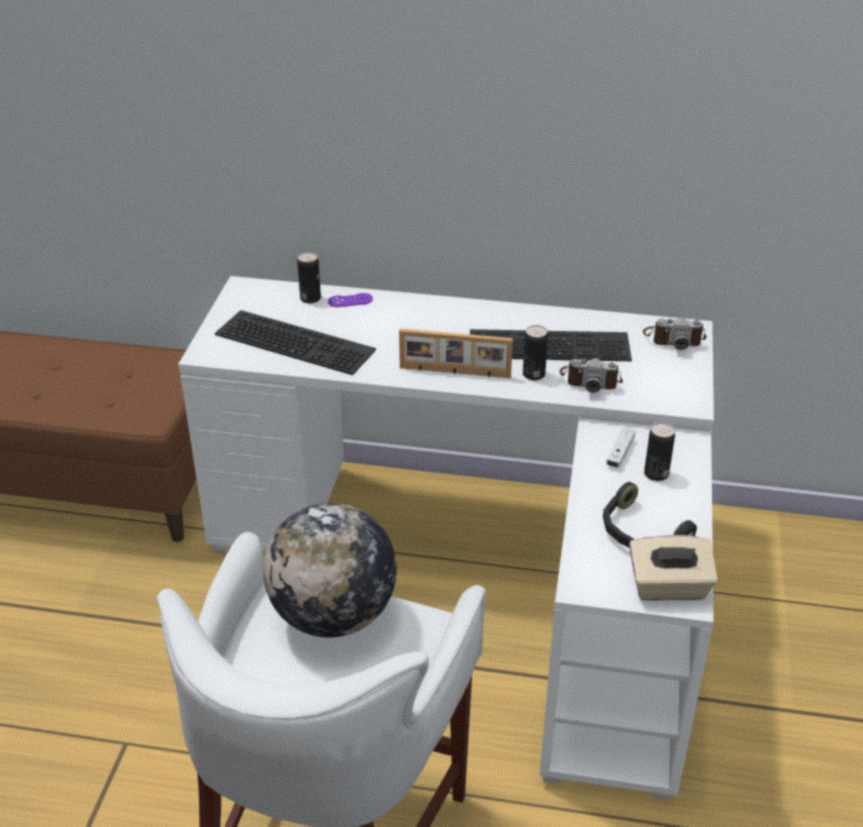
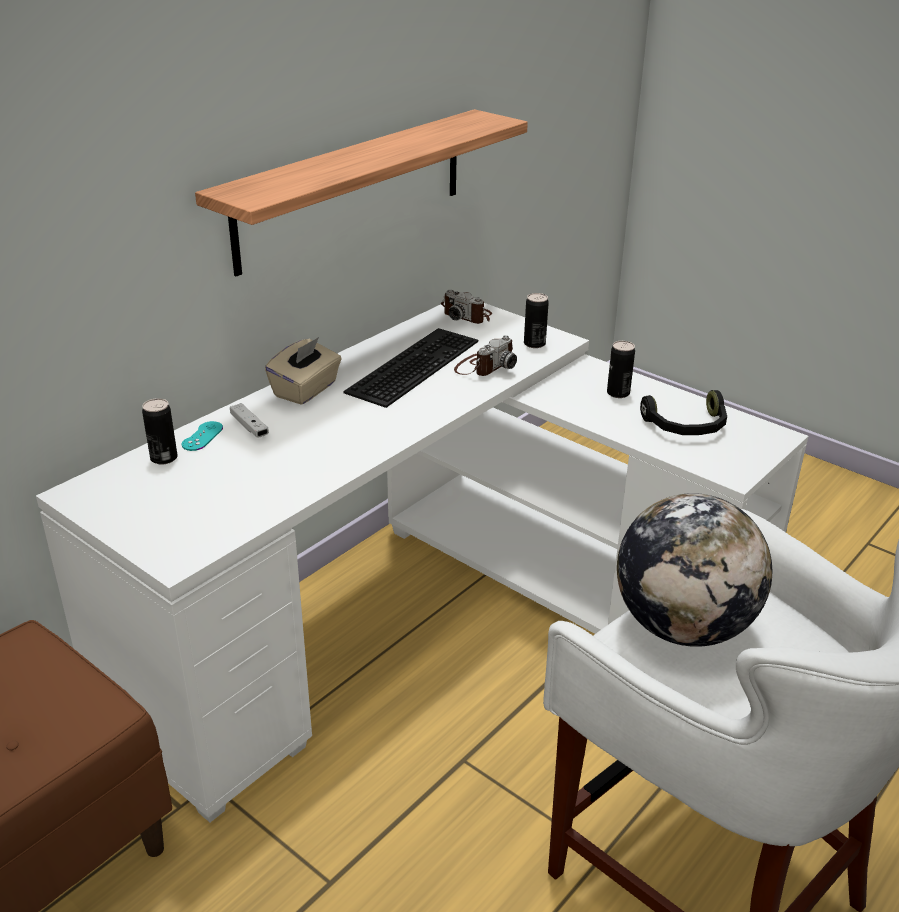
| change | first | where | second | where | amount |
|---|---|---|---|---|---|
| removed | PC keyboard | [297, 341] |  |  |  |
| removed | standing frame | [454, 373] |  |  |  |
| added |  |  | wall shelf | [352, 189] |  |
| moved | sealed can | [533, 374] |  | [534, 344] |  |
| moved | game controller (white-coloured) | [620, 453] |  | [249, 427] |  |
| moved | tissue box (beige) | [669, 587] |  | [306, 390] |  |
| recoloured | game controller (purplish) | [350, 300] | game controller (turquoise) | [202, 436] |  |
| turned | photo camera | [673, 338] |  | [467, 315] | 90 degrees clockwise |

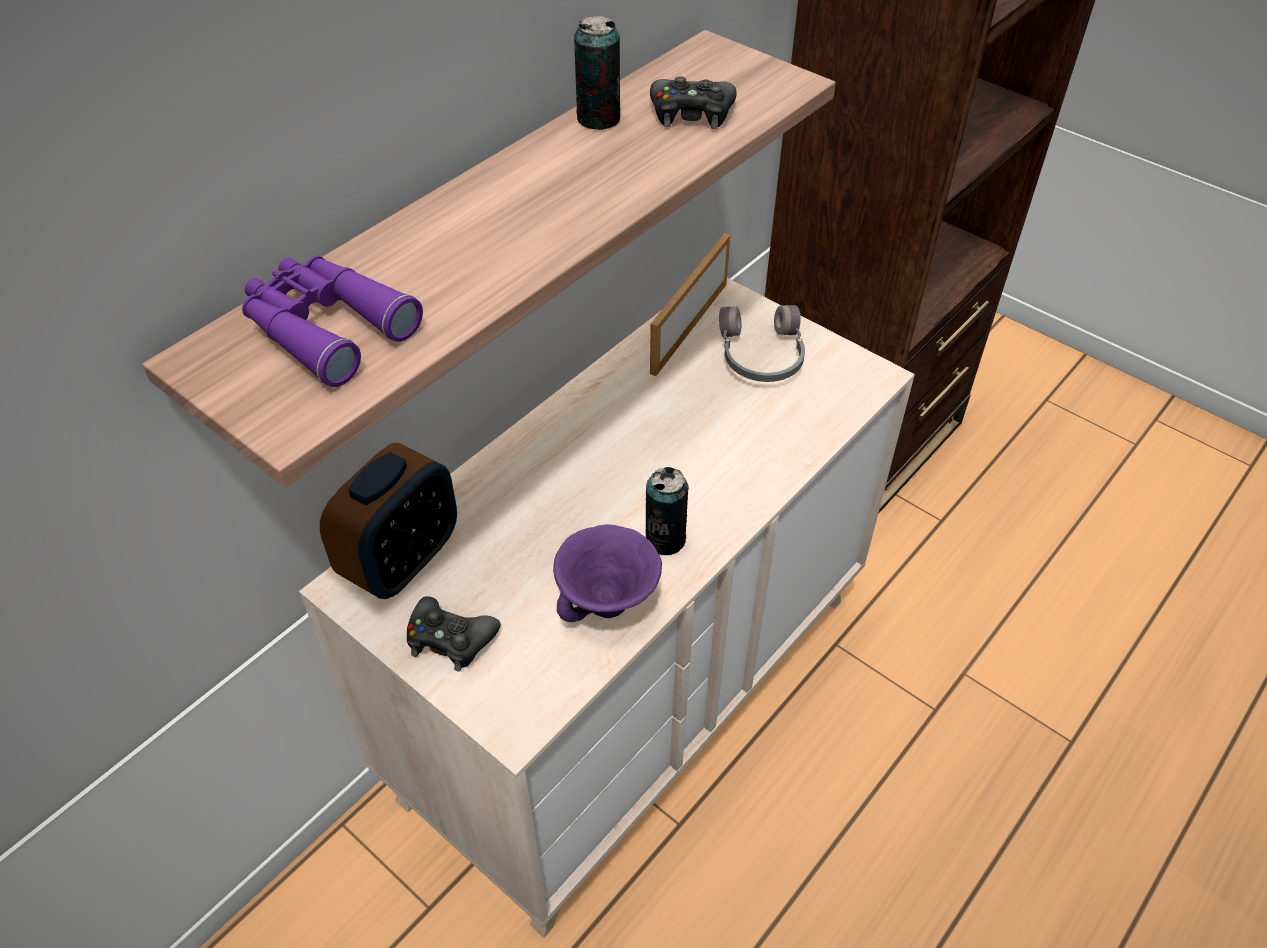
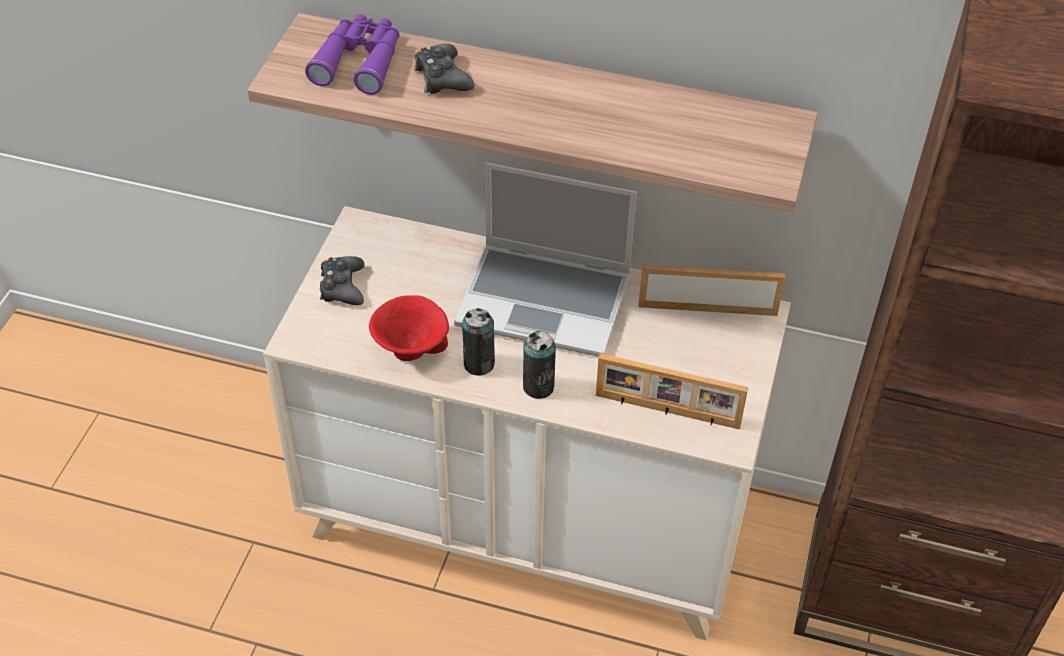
| change | first | where | second | where | amount |
|---|---|---|---|---|---|
| removed | bedside clock | [402, 561] |  |  |  |
| removed | pair of headphones (greyish) | [760, 355] |  |  |  |
| added |  |  | notebook computer | [546, 301] |  |
| added |  |  | standing frame | [667, 412] |  |
| moved | sealed can | [598, 119] |  | [538, 387] |  |
| moved | game controller (blackish) | [691, 113] |  | [442, 77] |  |
| recoloured | deep dish (purplish) | [607, 602] | deep dish (red-coloured) | [409, 352] |  |

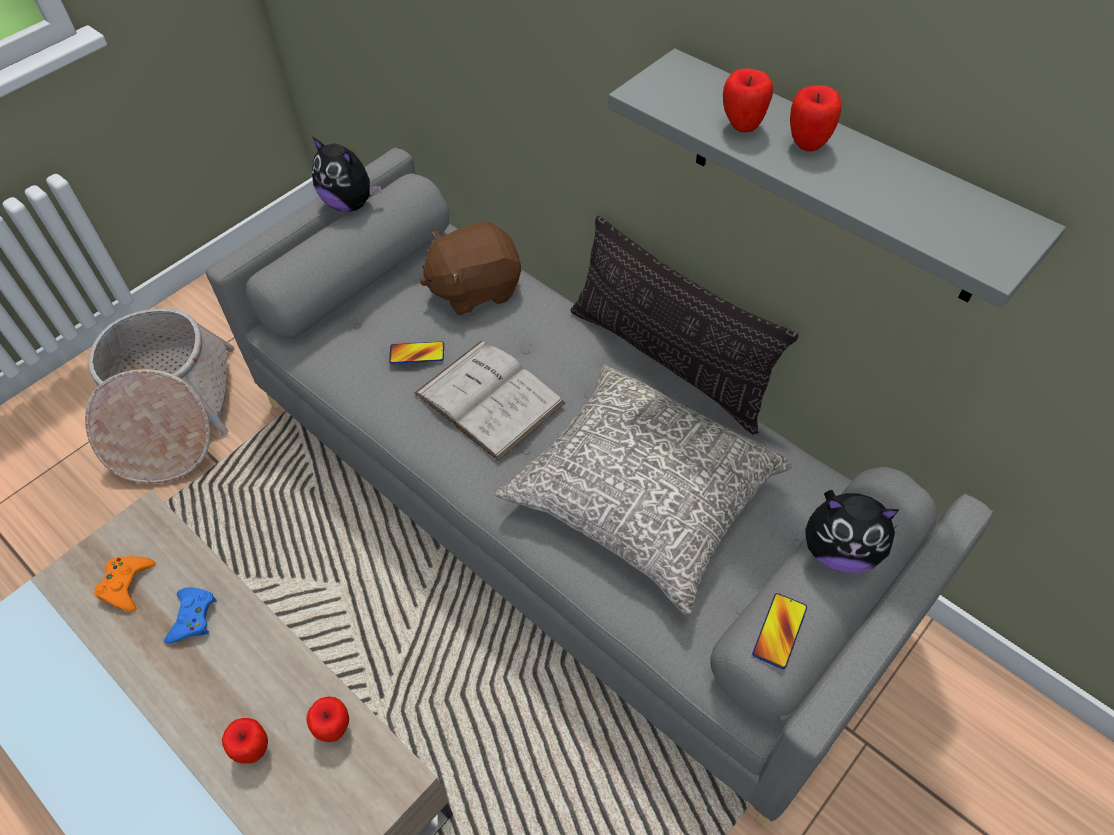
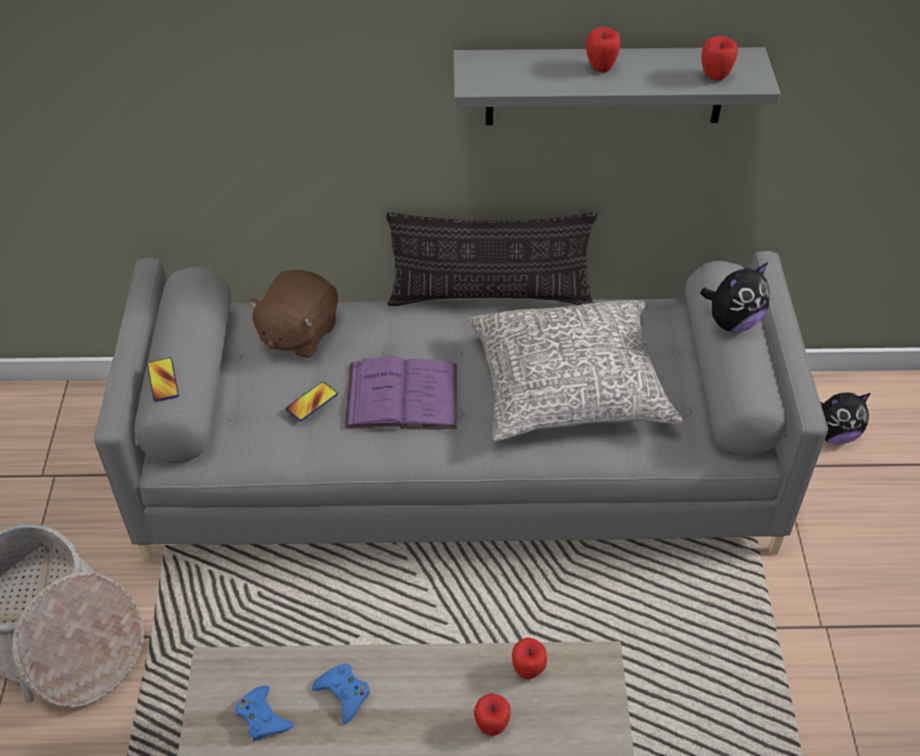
| change | first | where | second | where | amount |
|---|---|---|---|---|---|
| moved | soft toy | [350, 203] |  | [833, 434] |  |
| moved | apple | [742, 126] |  | [715, 77] |  |
| moved | telephone | [779, 631] |  | [163, 380] |  |
| recoloured | game controller (orange) | [126, 585] | game controller (blue-coloured) | [263, 717] |  |
| recoloured | volume (white-coloured) | [489, 398] | volume (purplish) | [402, 395] |  |

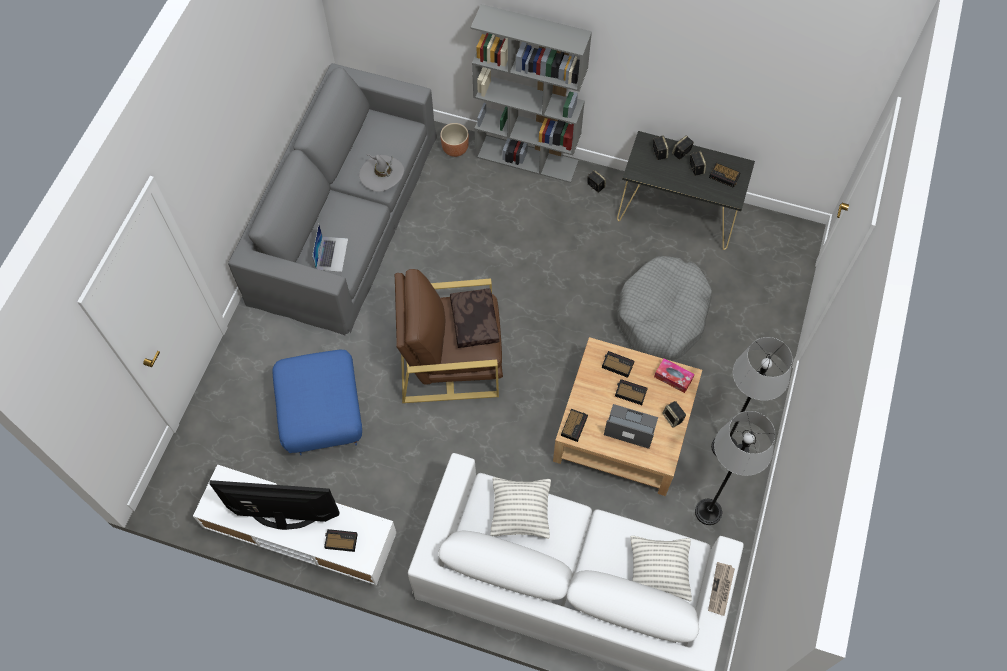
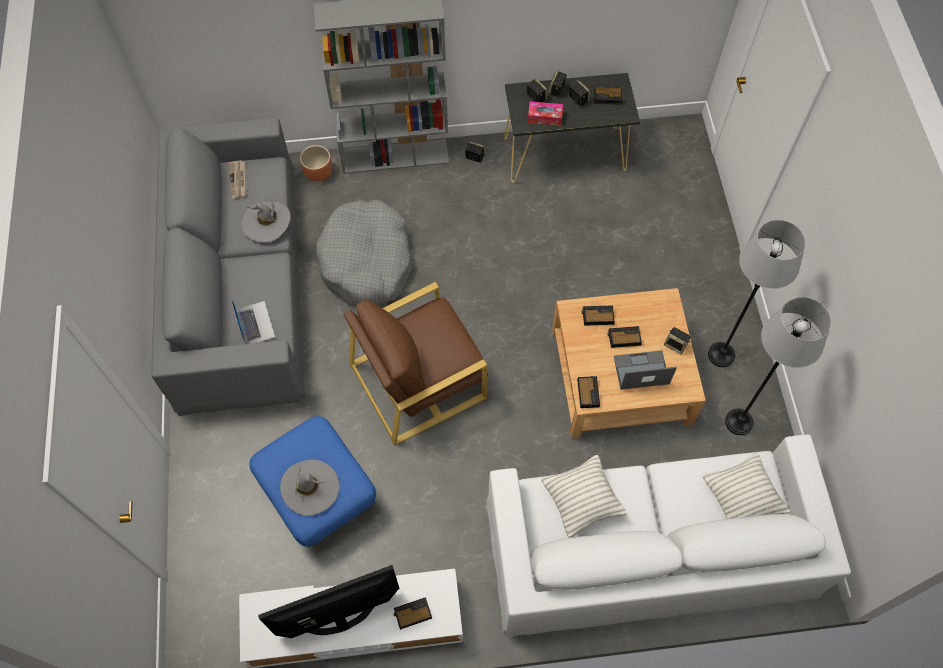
| change | first | where | second | where | amount |
|---|---|---|---|---|---|
| removed | pillow (brownish) | [473, 321] |  |  |  |
| added |  |  | wearable hat (greyish) | [310, 488] |  |
| moved | pet bed (greyish) | [662, 315] |  | [367, 262] |  |
| moved | tissue box | [673, 378] |  | [545, 117] |  |
| moved | daily paper | [721, 589] |  | [238, 180] |  |

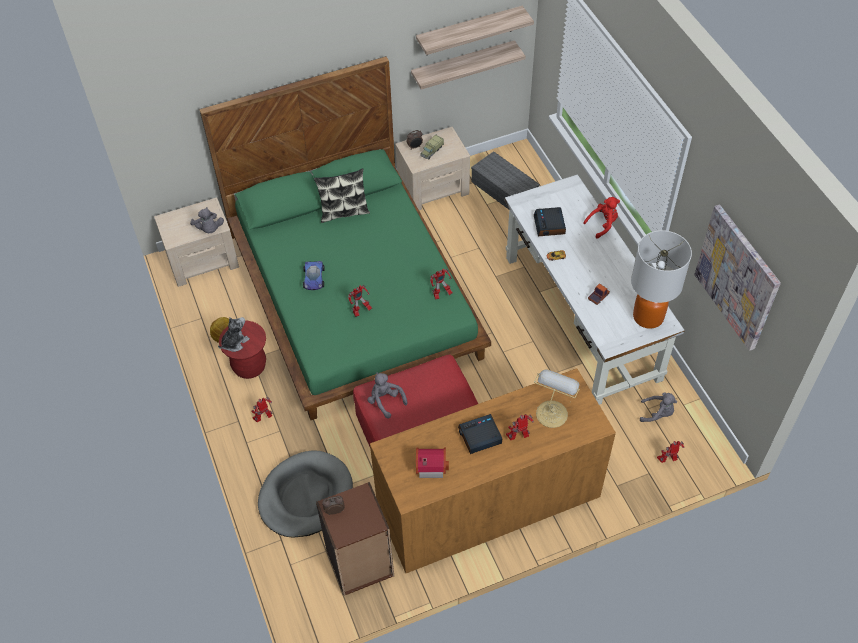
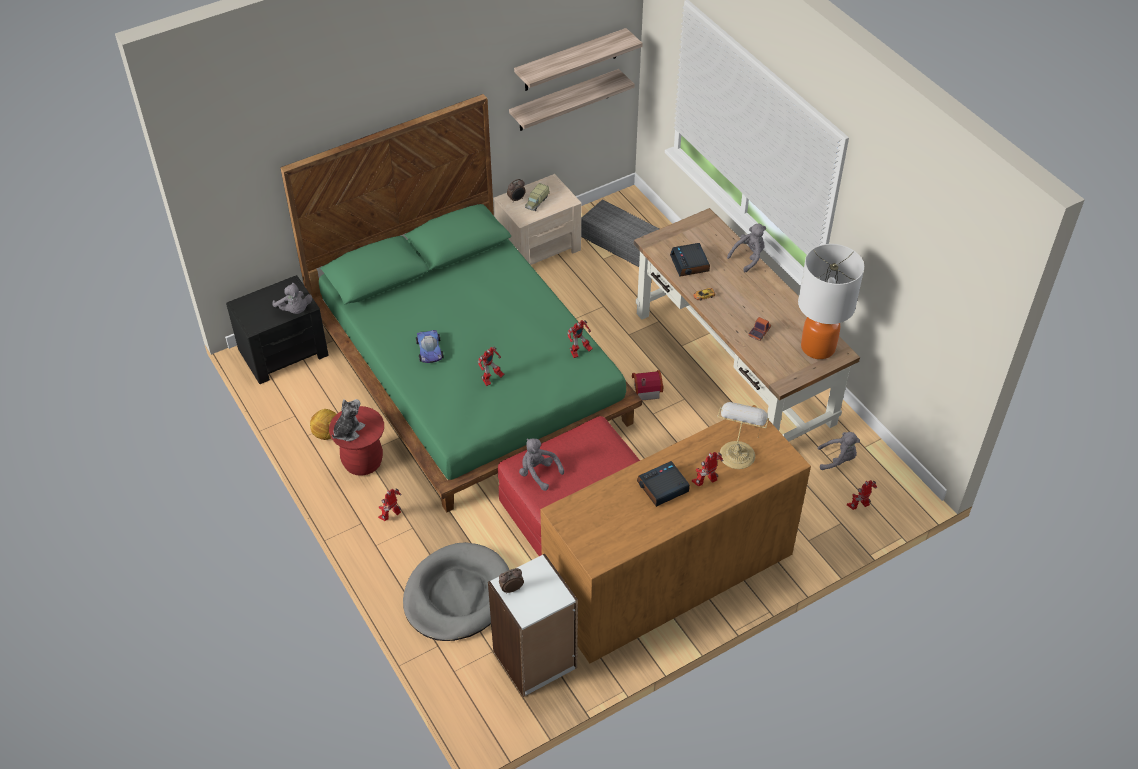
| change | first | where | second | where | amount |
|---|---|---|---|---|---|
| removed | pillow | [344, 212] |  |  |  |
| removed | wall picture | [737, 277] |  |  |  |
| moved | model house | [430, 465] |  | [645, 390] |  |
| recoloured | nightstand (beige) | [203, 260] | nightstand (blackish) | [284, 352] |  |
| recoloured | bookcase (brownish) | [360, 564] | bookcase (white-coloured) | [535, 660] |  |
| recoloured | desk unit (white-coloured) | [582, 317] | desk unit (brownish) | [734, 367] |  |
| recoloured | soft toy (red-coloured) | [603, 224] | soft toy (greyish) | [748, 257] |  |

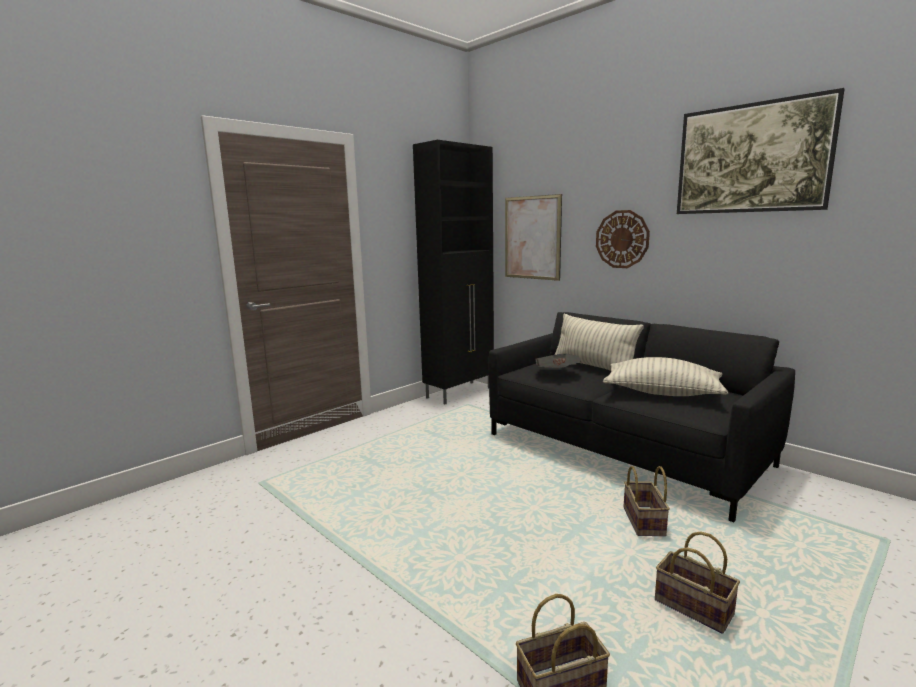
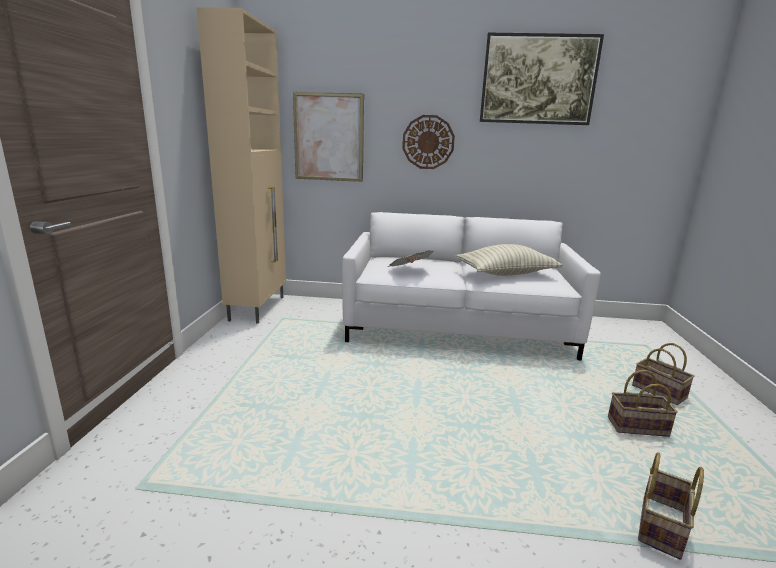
| change | first | where | second | where | amount |
|---|---|---|---|---|---|
| removed | pillow | [593, 367] |  |  |  |
| moved | basket | [645, 523] |  | [660, 392] |  |
| recoloured | cabinet (blackish) | [460, 392] | cabinet (beige) | [258, 308] |  |
| recoloured | settee (blackish) | [623, 450] | settee (white-coloured) | [458, 328] |  |

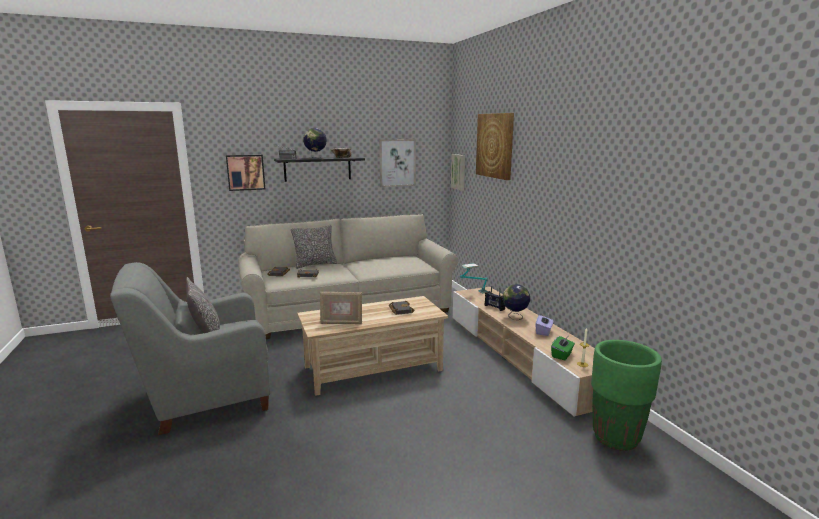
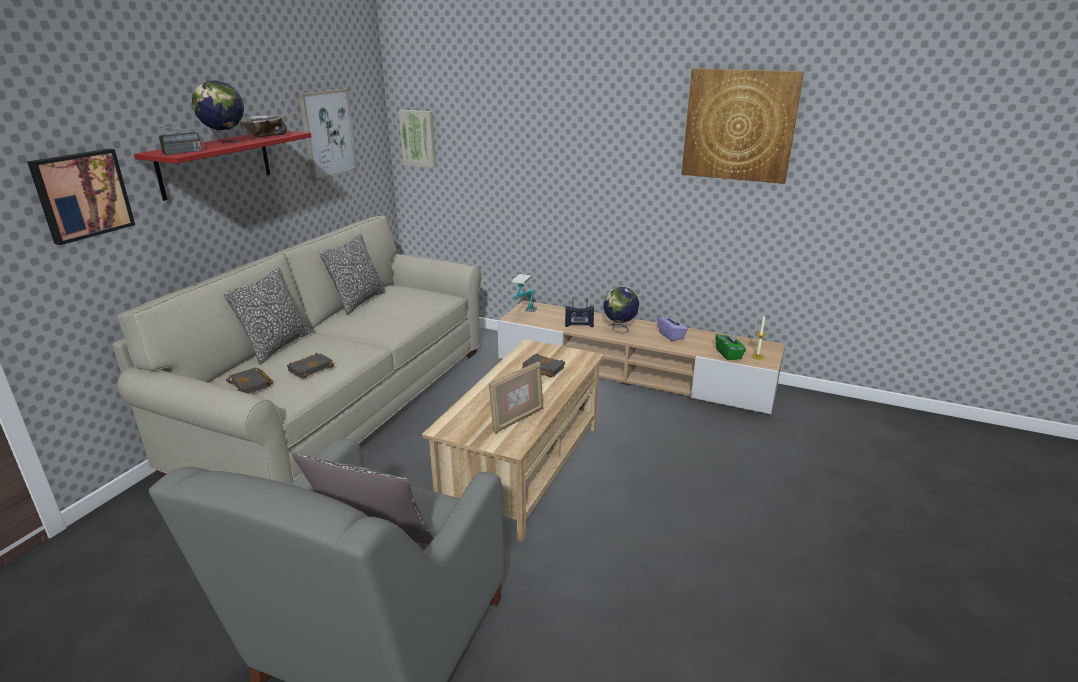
| change | first | where | second | where | amount |
|---|---|---|---|---|---|
| removed | plant pot (green) | [616, 438] |  |  |  |
| added |  |  | pillow | [358, 302] |  |
| moved | wall picture | [495, 145] |  | [739, 125] |  |
| recoloured | wall shelf (blackish) | [317, 168] | wall shelf (red-coloured) | [215, 163] |  |

